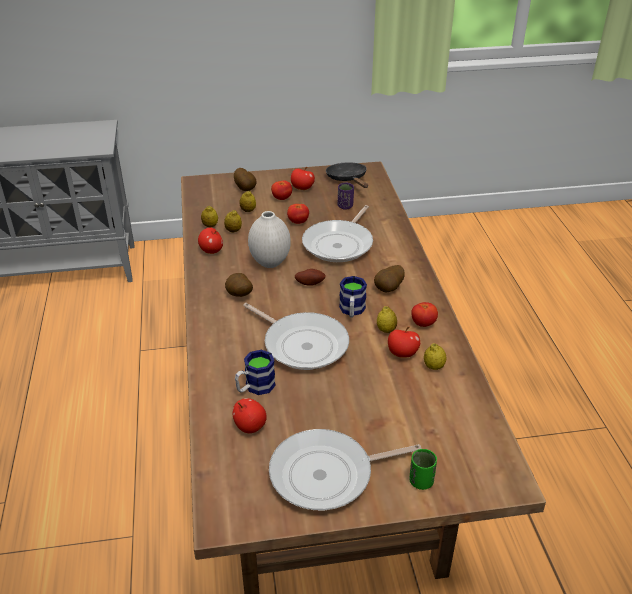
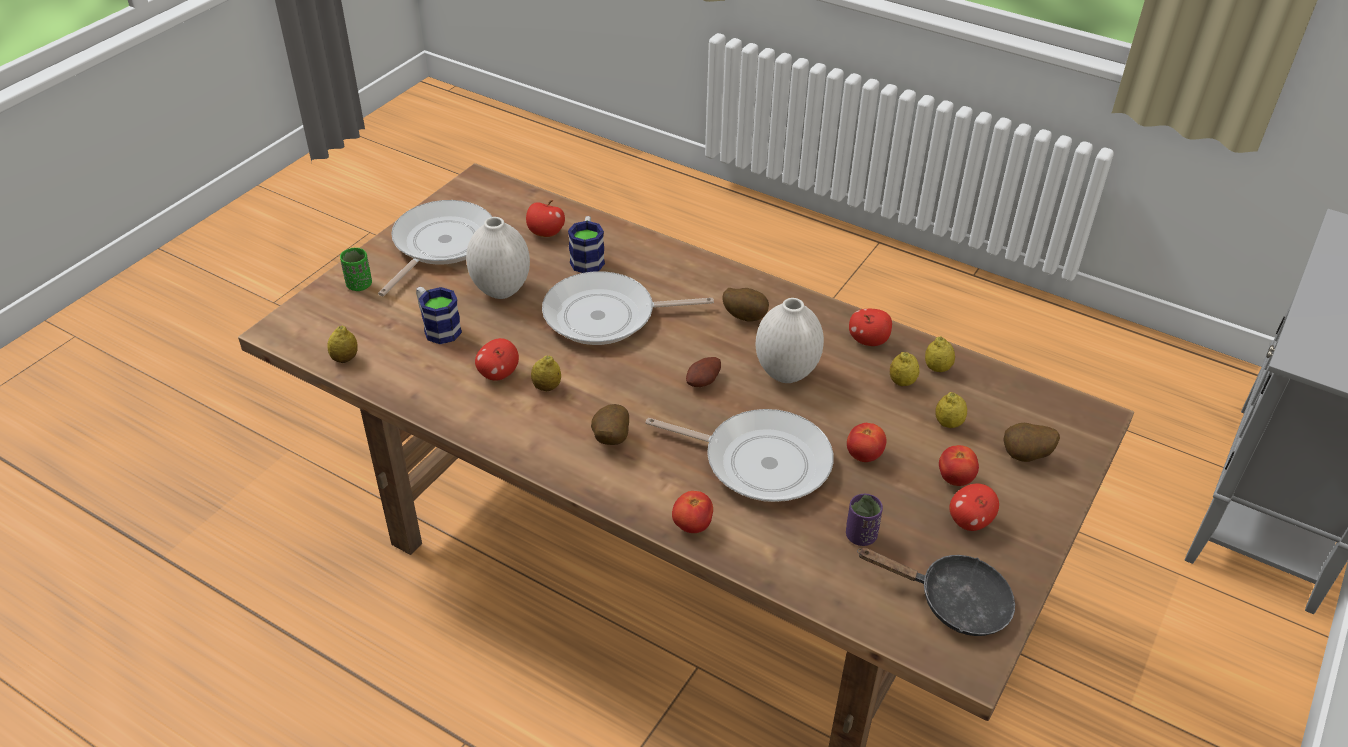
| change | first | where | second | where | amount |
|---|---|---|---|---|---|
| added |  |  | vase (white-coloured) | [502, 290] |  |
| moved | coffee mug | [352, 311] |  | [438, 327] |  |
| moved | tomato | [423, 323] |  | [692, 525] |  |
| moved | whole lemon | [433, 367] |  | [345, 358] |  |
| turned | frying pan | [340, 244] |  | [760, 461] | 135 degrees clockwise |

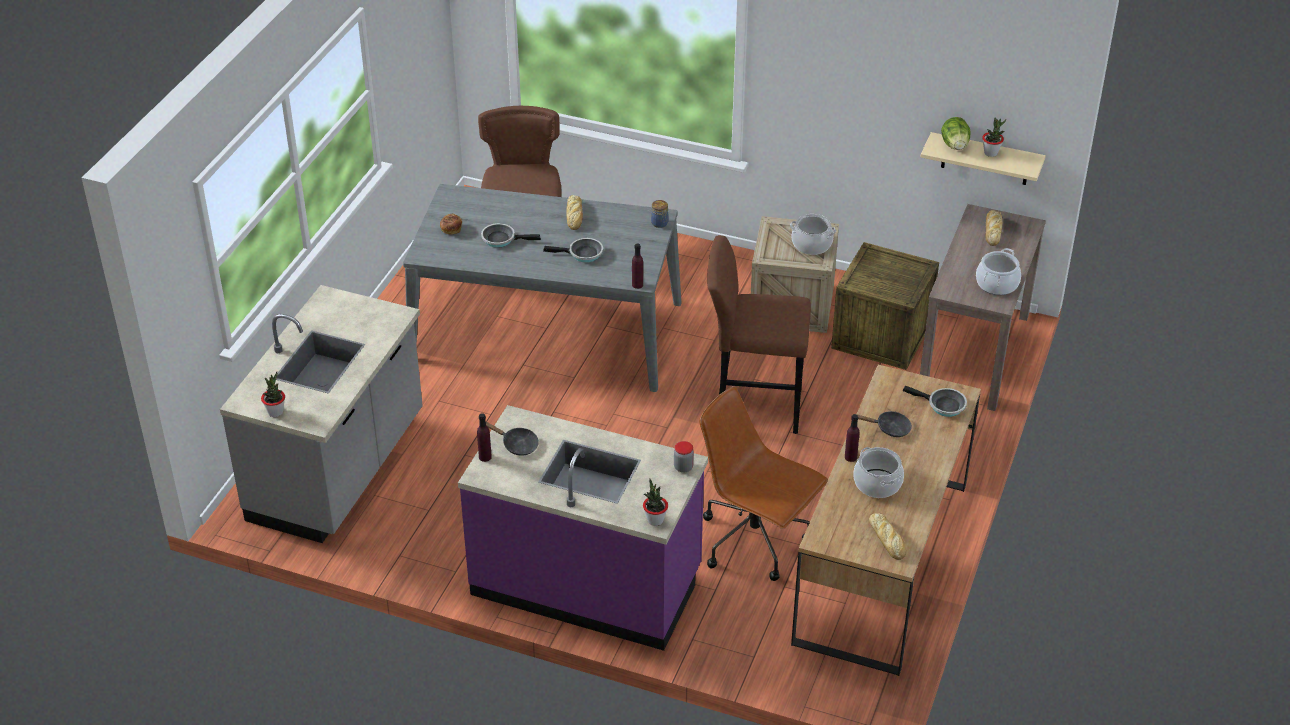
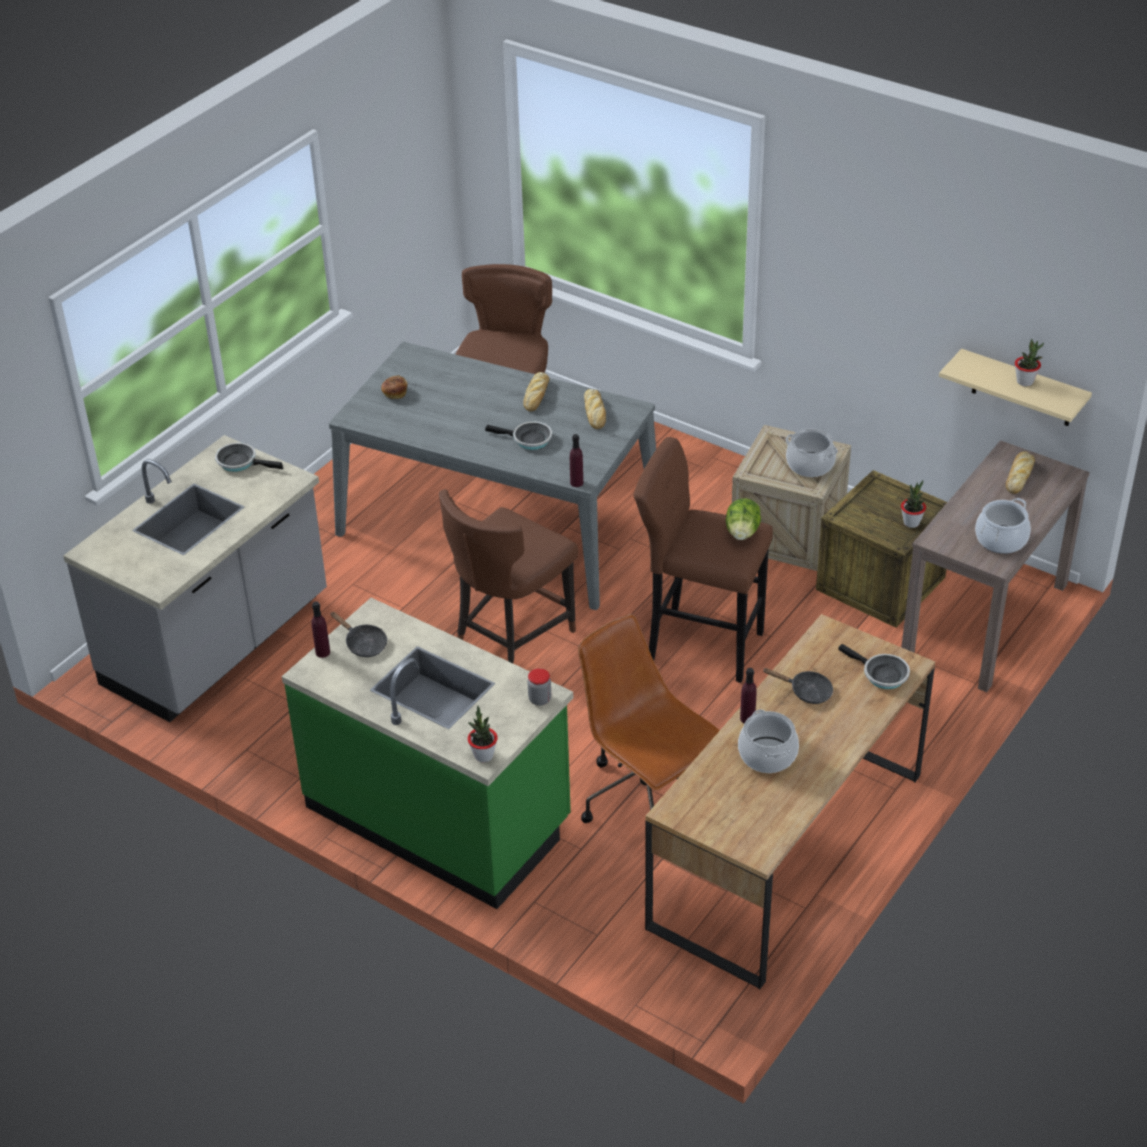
| change | first | where | second | where | amount |
|---|---|---|---|---|---|
| removed | jar | [660, 223] |  |  |  |
| added |  |  | chair (brownish) | [510, 636] |  |
| moved | houseplant | [275, 412] |  | [911, 523] |  |
| moved | frying pan | [501, 239] |  | [240, 462] |  |
| moved | bread | [887, 540] |  | [595, 413] |  |
| moved | lettuce | [955, 145] |  | [742, 533] |  |
| recoloured | counter (purplish) | [587, 582] | counter (green) | [439, 815] |  |

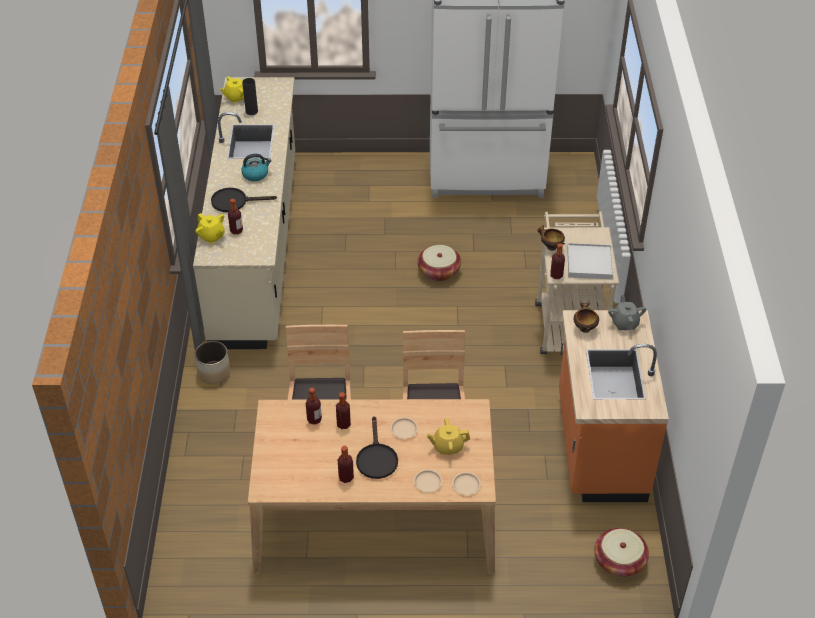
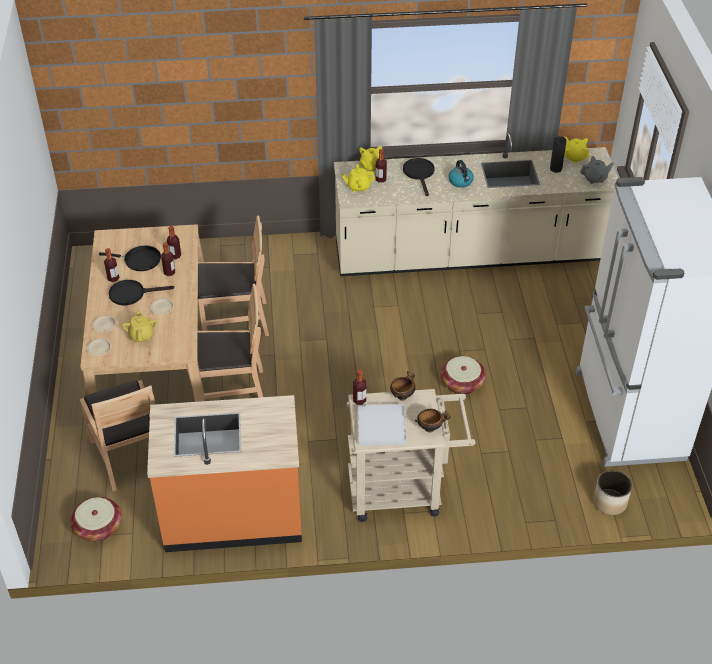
| change | first | where | second | where | amount |
|---|---|---|---|---|---|
| added |  |  | chair (brownish) | [129, 455] |  |
| added |  |  | frying pan (blackish) | [139, 260] |  |
| added |  |  | pot for tea (yellow-coloured) | [358, 187] |  |
| moved | plant pot | [214, 373] |  | [609, 502] |  |
| moved | deep dish | [584, 328] |  | [430, 428] |  |
| moved | pot for tea (greyish) | [624, 323] |  | [595, 178] |  |

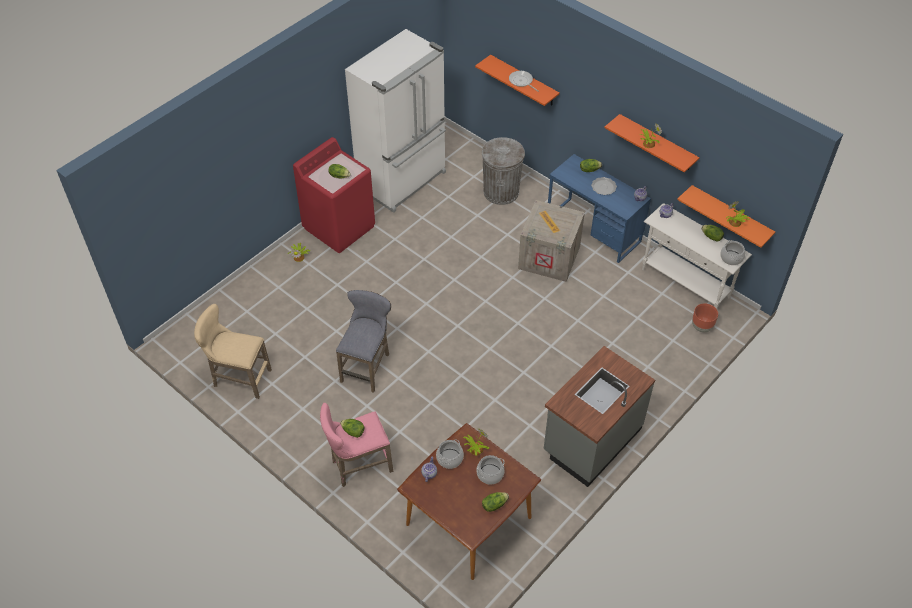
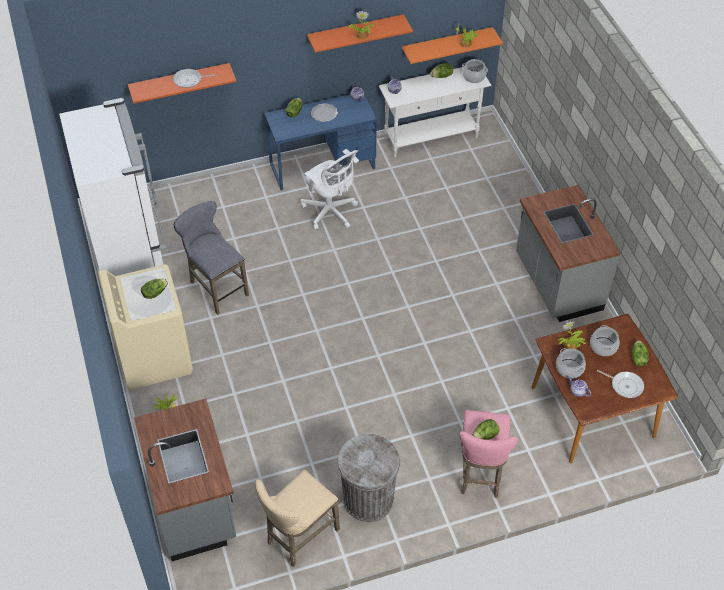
| change | first | where | second | where | amount |
|---|---|---|---|---|---|
| removed | plant pot (brownish) | [702, 327] |  |  |  |
| added |  |  | counter (greyish) | [194, 505] |  |
| added |  |  | frying pan | [625, 385] |  |
| moved | stool (greyish) | [368, 366] |  | [216, 287] |  |
| moved | trash can (greyish) | [501, 192] |  | [368, 499] |  |
| replaced | shipping crate | [548, 258] | desk chair (white-coloured) | [331, 212] |  |
| recoloured | washing machine (red-coloured) | [339, 227] | washing machine (beige) | [154, 357] |  |

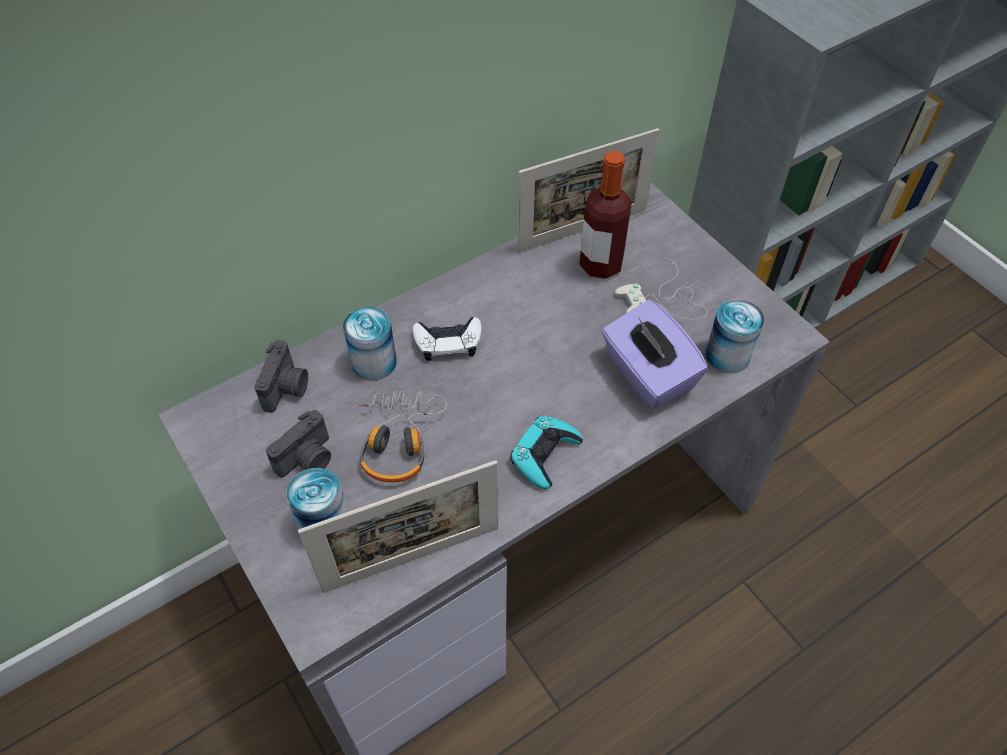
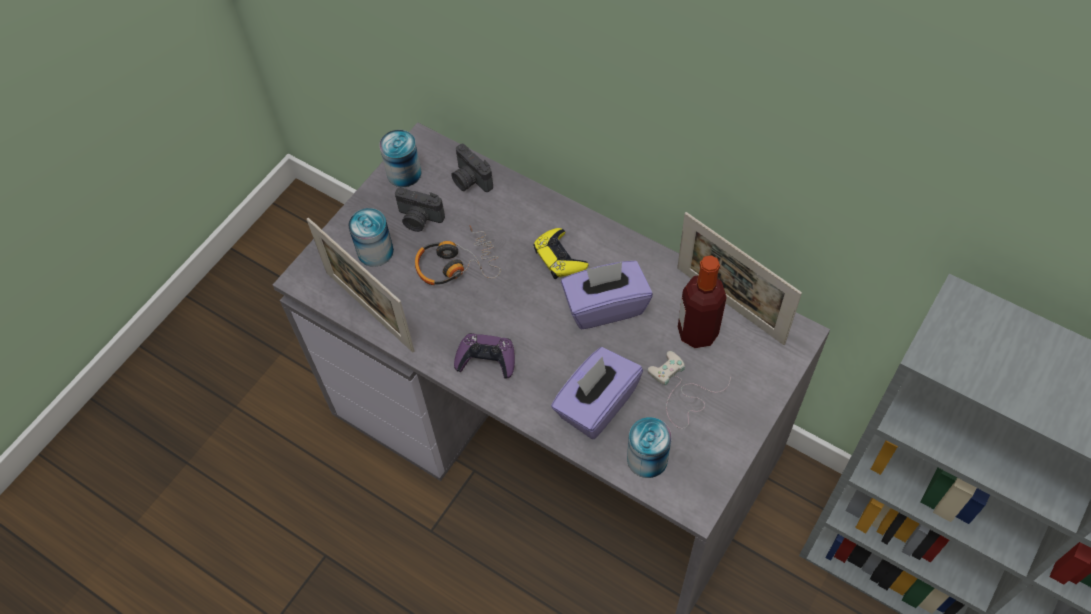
| change | first | where | second | where | amount |
|---|---|---|---|---|---|
| added |  |  | tissue box (purplish) | [605, 306] |  |
| moved | sealed can | [374, 362] |  | [404, 173] |  |
| recoloured | game controller (white-coloured) | [448, 342] | game controller (yellow-coloured) | [559, 257] |  |
| recoloured | game controller (turquoise) | [545, 455] | game controller (purplish) | [486, 359] |  |
| turned | photo camera | [287, 388] |  | [470, 180] | 60 degrees clockwise |

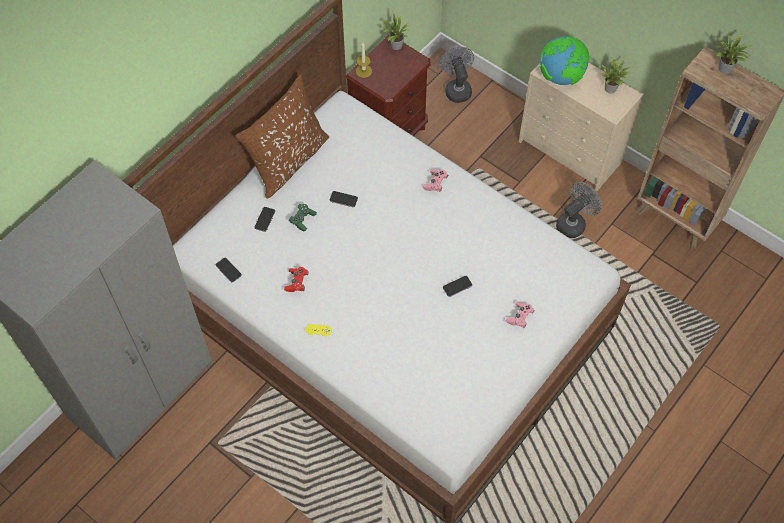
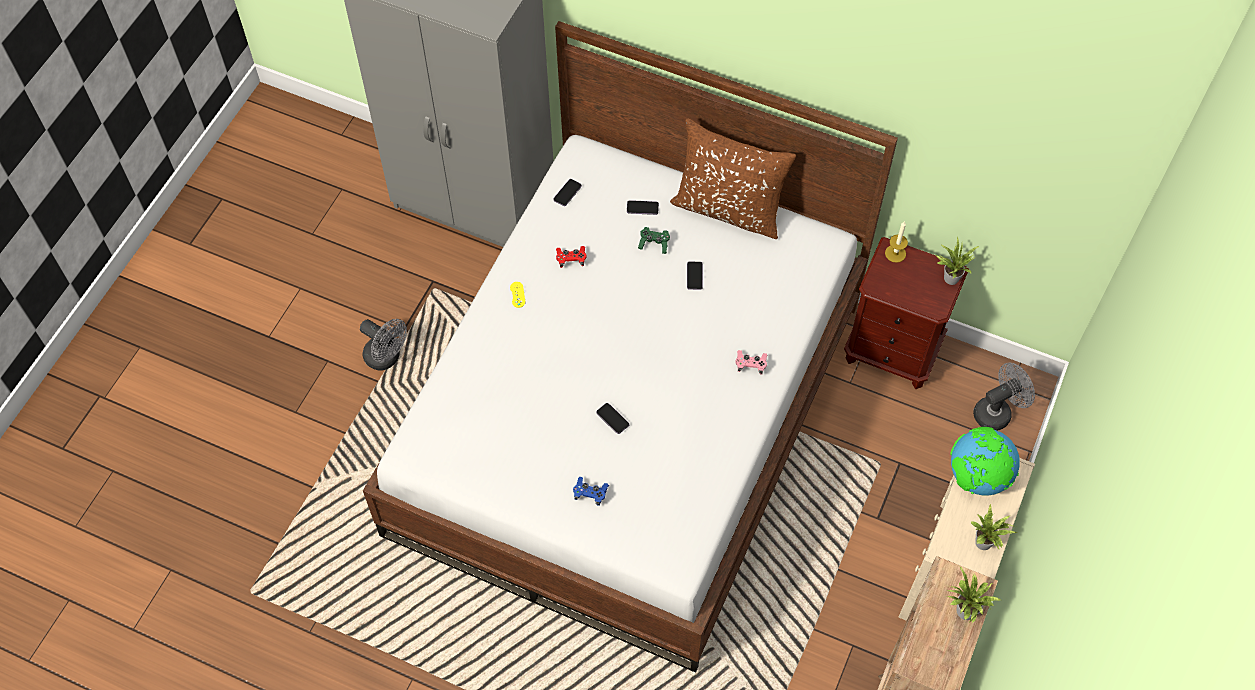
| change | first | where | second | where | amount |
|---|---|---|---|---|---|
| moved | cooling fan (greyish) | [574, 223] |  | [387, 358] |  |
| recoloured | game controller (pink) | [519, 317] | game controller (blue-coloured) | [590, 493] |  |

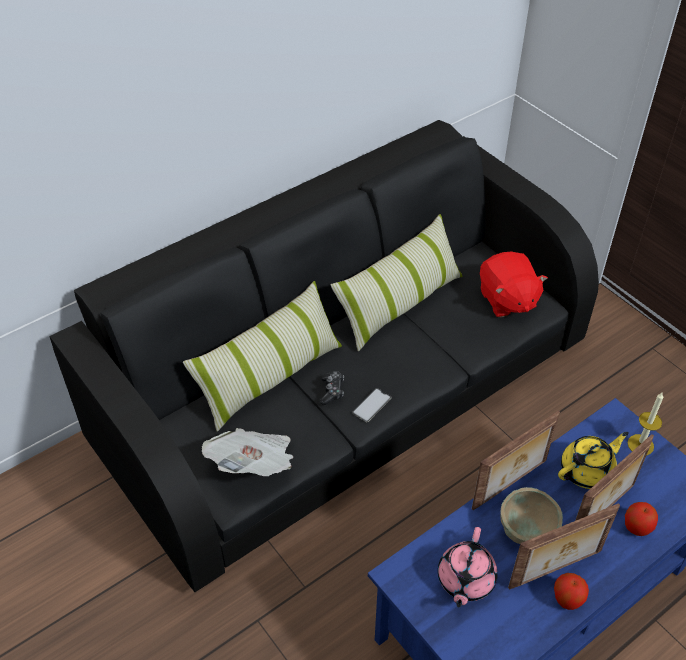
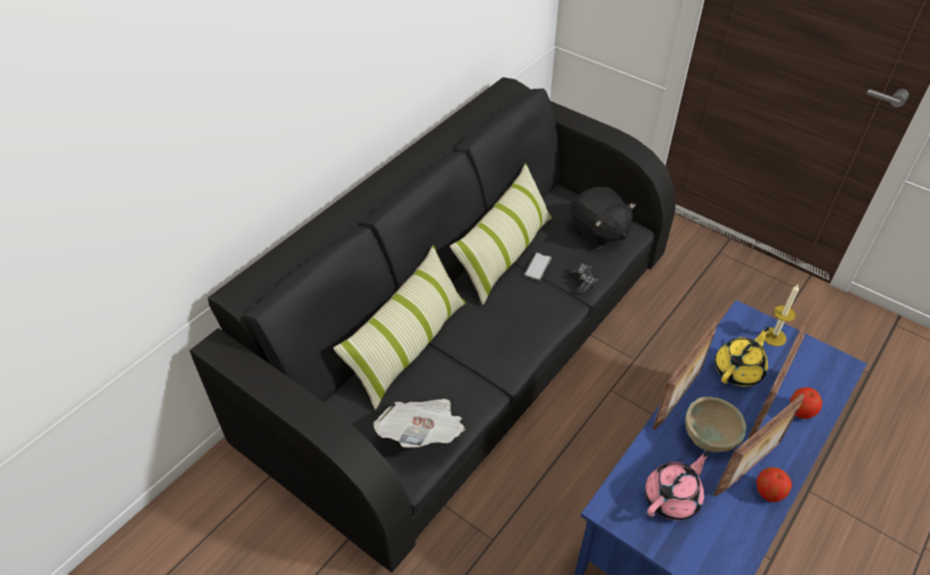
| change | first | where | second | where | amount |
|---|---|---|---|---|---|
| moved | game controller | [332, 391] |  | [583, 281] |  |
| moved | telephone | [371, 405] |  | [538, 266] |  |
| recoloured | soft toy (red-coloured) | [507, 300] | soft toy (blackish) | [598, 232] |  |
| turned | pot for tea (pink) | [465, 580] |  | [672, 497] | 135 degrees counterclockwise |

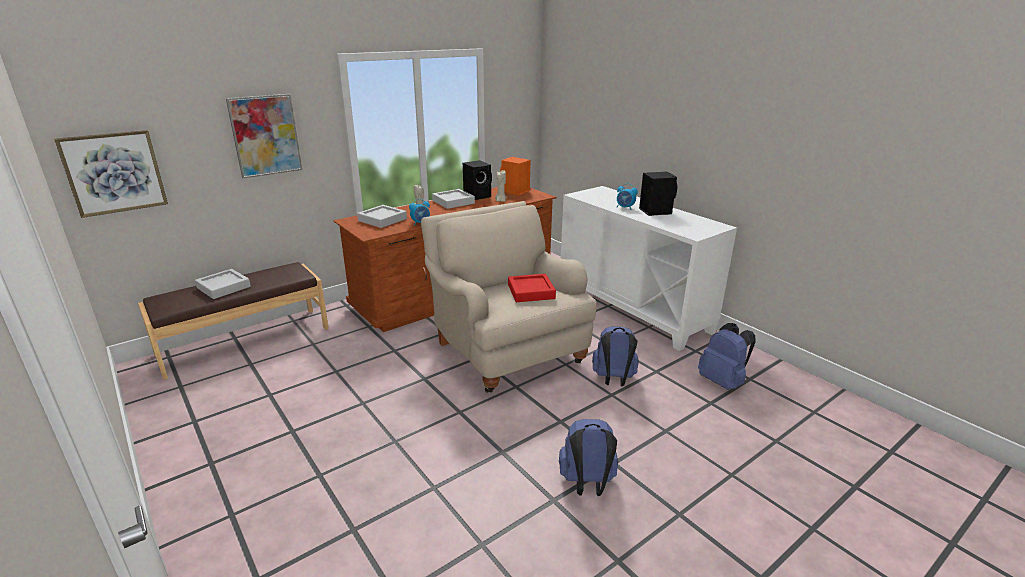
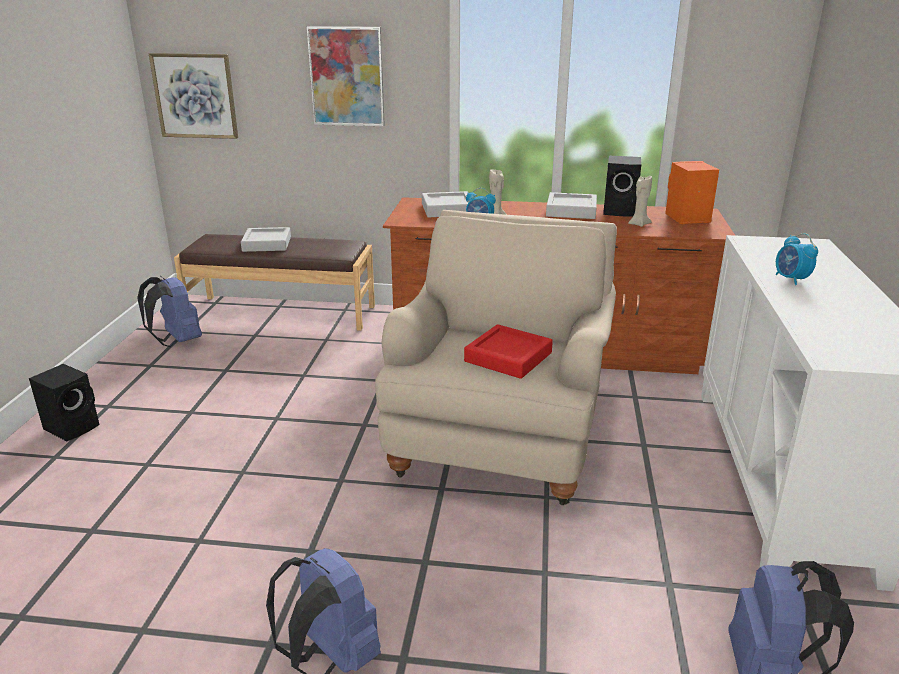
| change | first | where | second | where | amount |
|---|---|---|---|---|---|
| moved | knapsack (blue-coloured) | [613, 380] |  | [177, 341] |  |
| moved | loudspeaker (blackish) | [655, 211] |  | [73, 427] |  |

